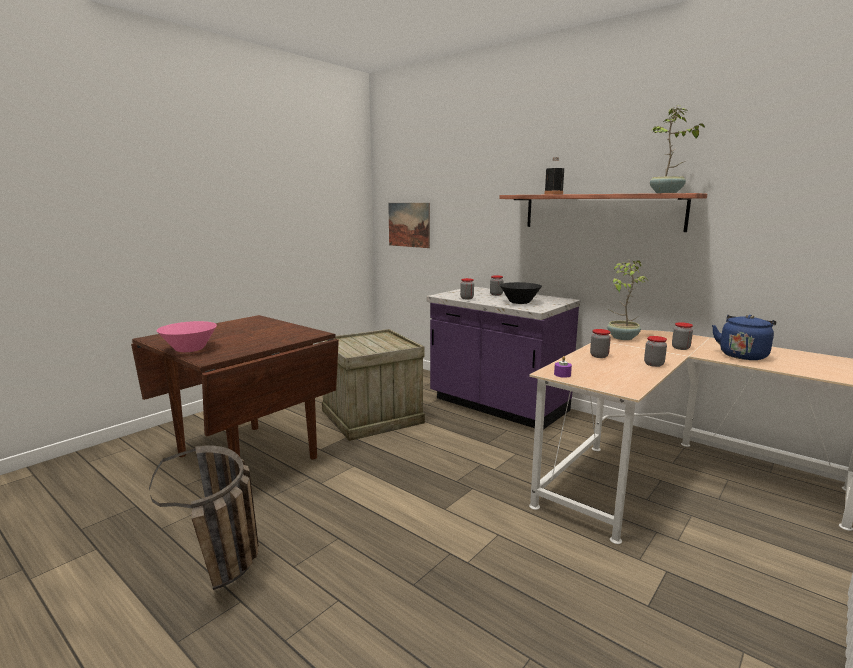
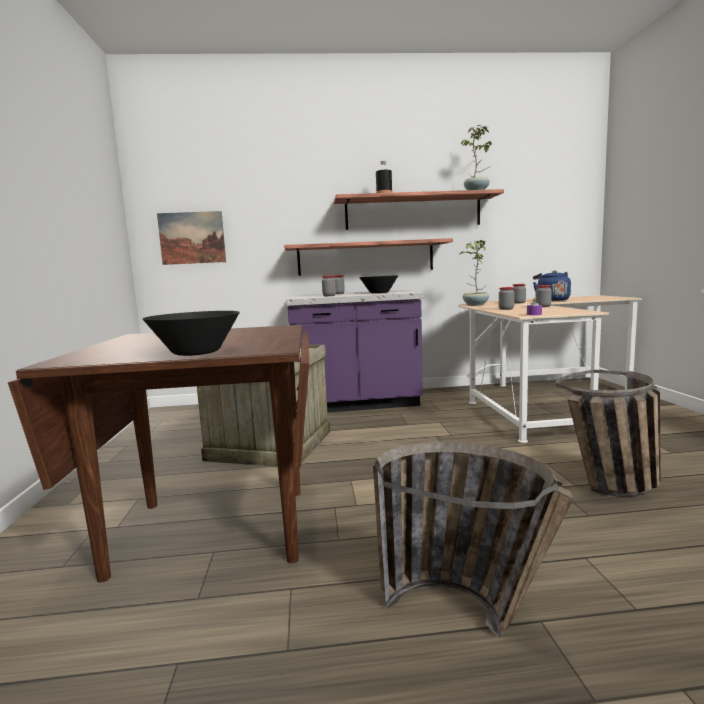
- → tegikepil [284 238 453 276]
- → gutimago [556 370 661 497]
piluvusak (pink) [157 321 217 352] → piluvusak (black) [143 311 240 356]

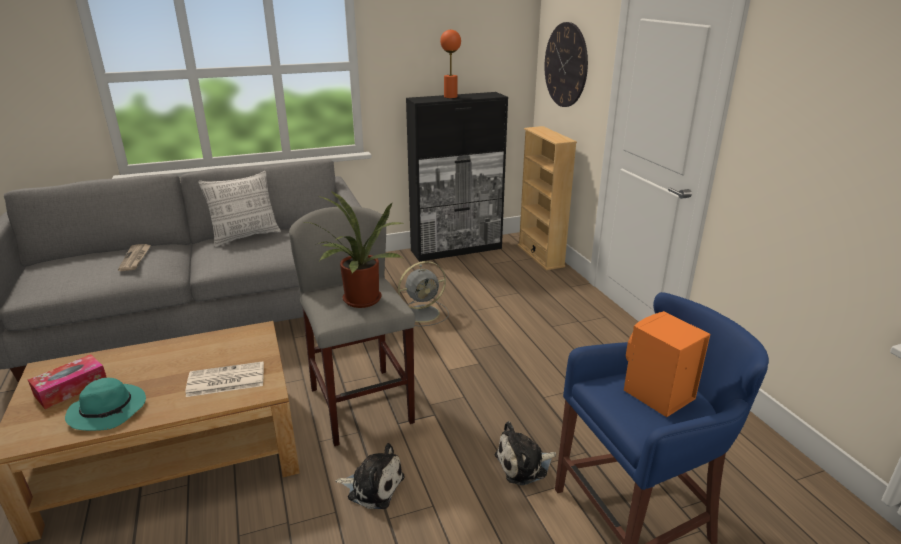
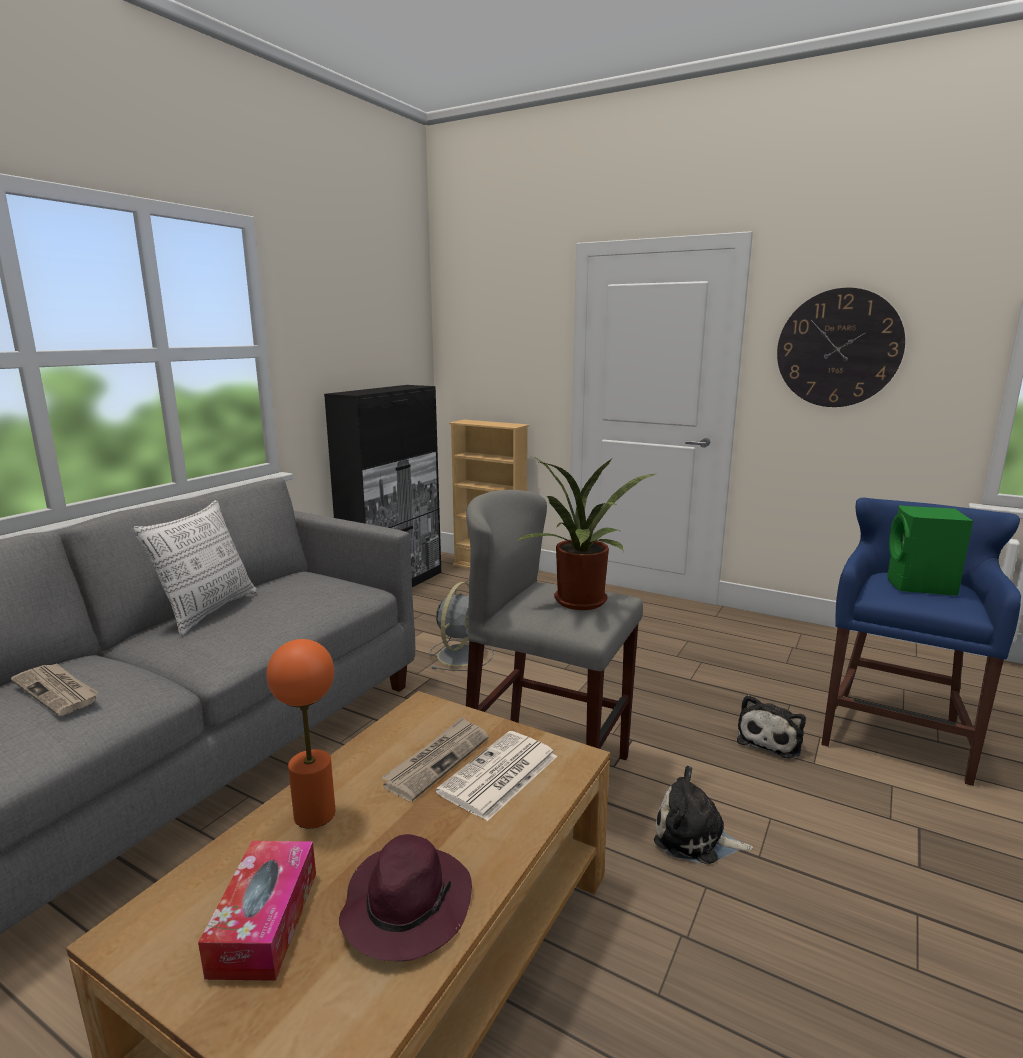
- → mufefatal [381 717 489 802]
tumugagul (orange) [440 30 461 98] → tumugagul (orange) [267 639 336 828], shifted
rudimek [545 22 588 107] → rudimek [777 288 905 407], shifted
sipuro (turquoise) [65 378 146 431] → sipuro (purple) [339 834 472 961]
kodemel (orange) [624 311 710 417] → kodemel (green) [887 505 973 596]
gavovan [335 443 404 509] → gavovan [654 766 753 864], 135 degrees counterclockwise

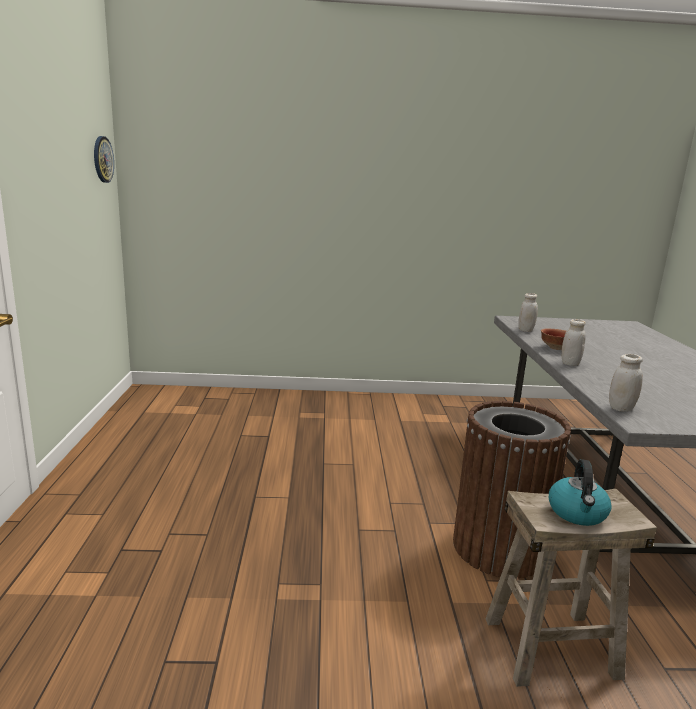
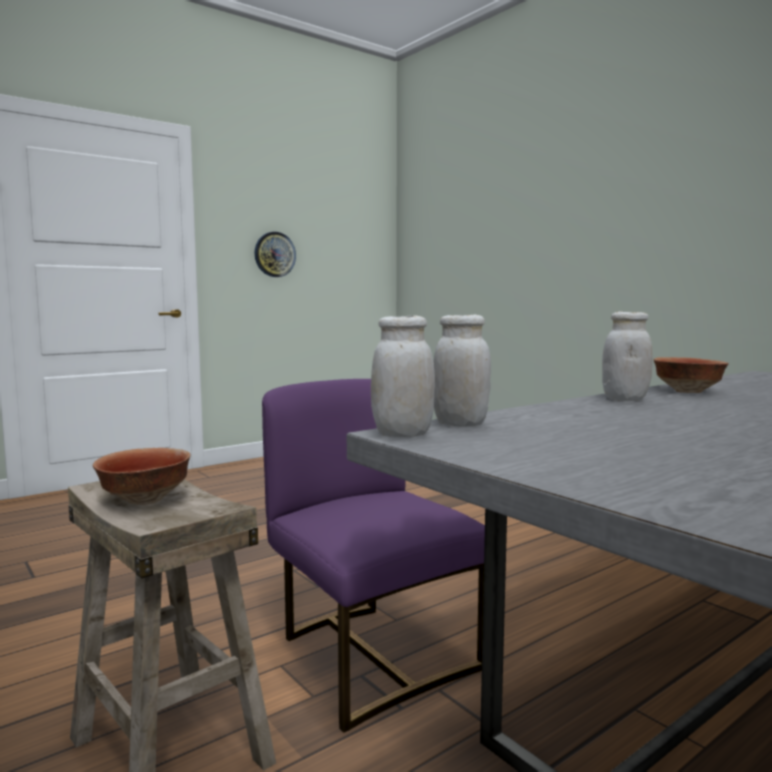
rudimek [94 136 114 183] → rudimek [255 232 296 277], shifted
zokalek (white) [518 293 538 332] → zokalek (white) [371 316 435 437], shifted
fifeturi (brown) [453 401 571 578] → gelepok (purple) [262 379 485 733]
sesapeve [549 459 612 526] → piluvusak [93 448 191 505]

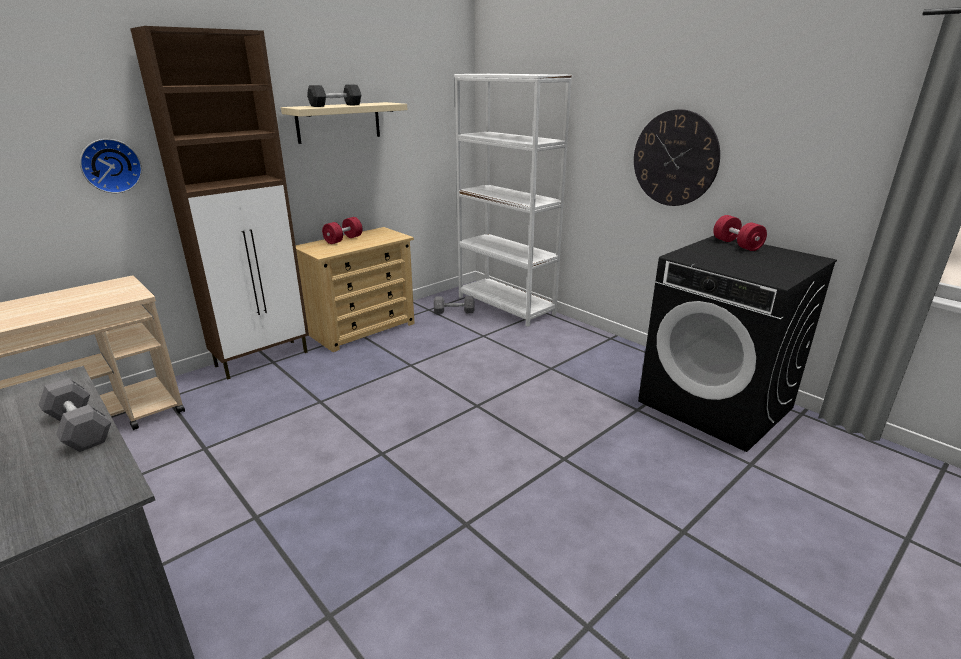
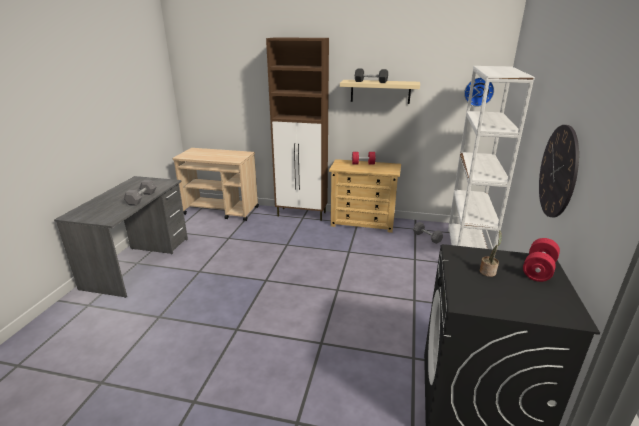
- → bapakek [480 231 502 277]
rudimek [80 139 142 193] → rudimek [464 77 494 107], shifted

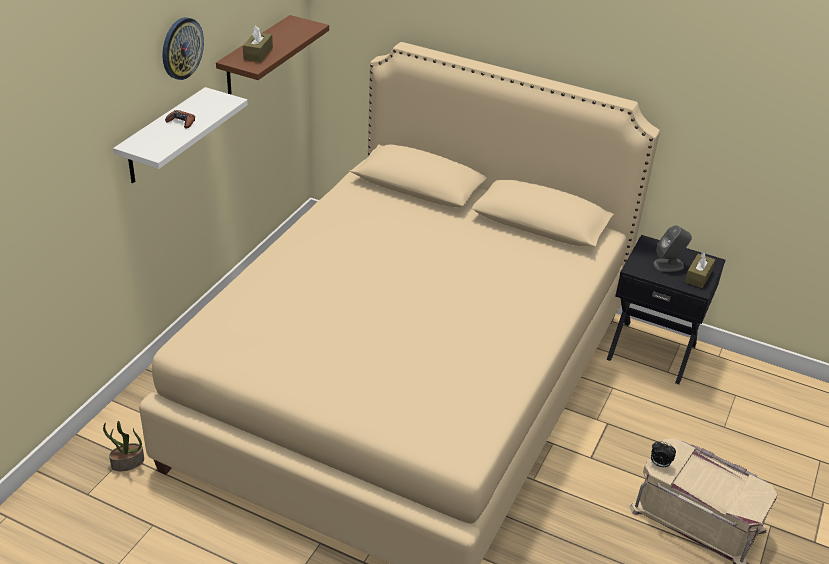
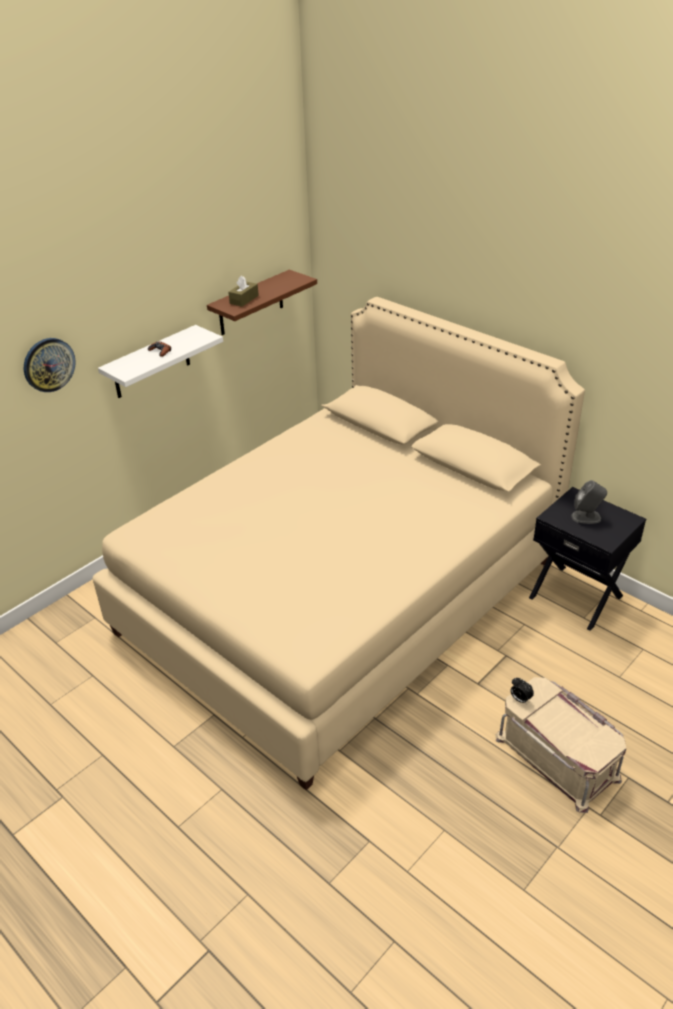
bapakek [103 421 144 471] → -
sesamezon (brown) [685 252 715 288] → -
rudimek [162 17 204 80] → rudimek [24 338 76 392], shifted

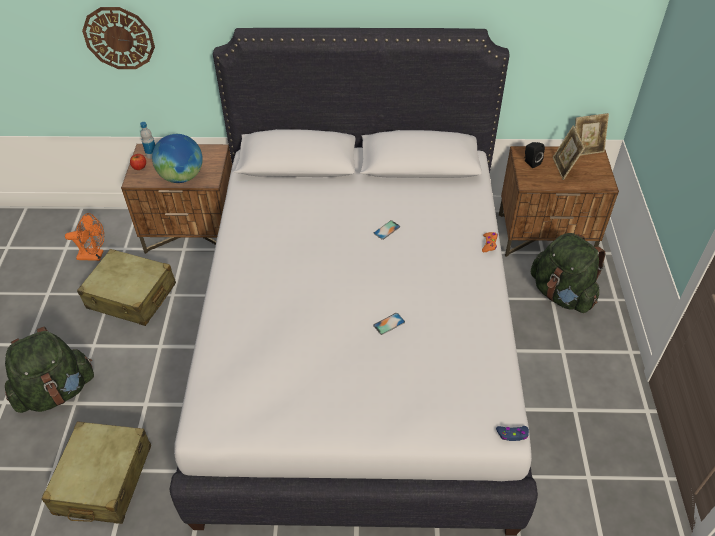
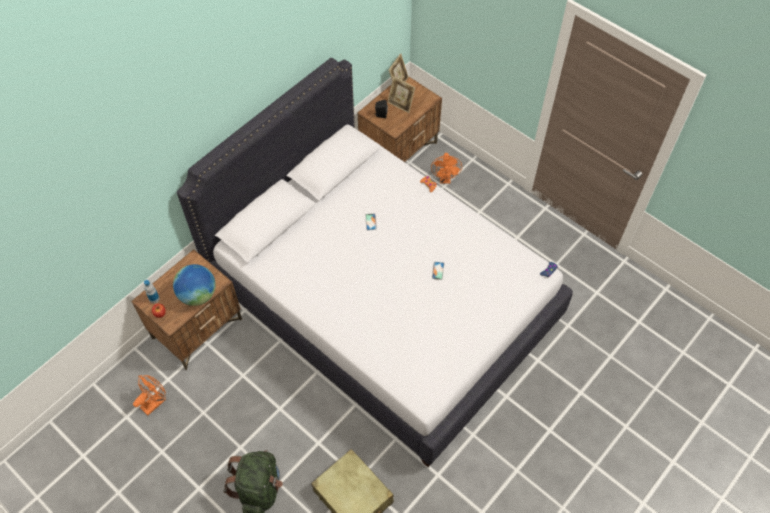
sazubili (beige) [77 249 176 326] → -
rudimek [82 7 155 69] → -
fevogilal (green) [531 233 606 313] → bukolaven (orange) [431 153 462 184]

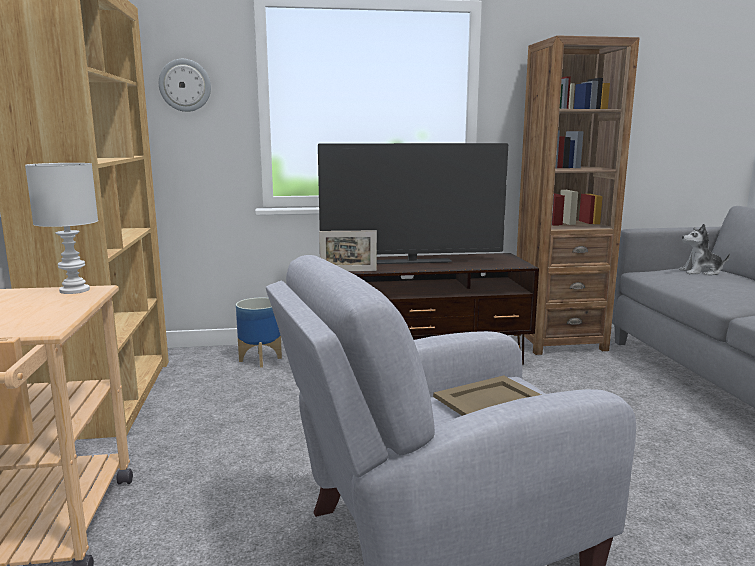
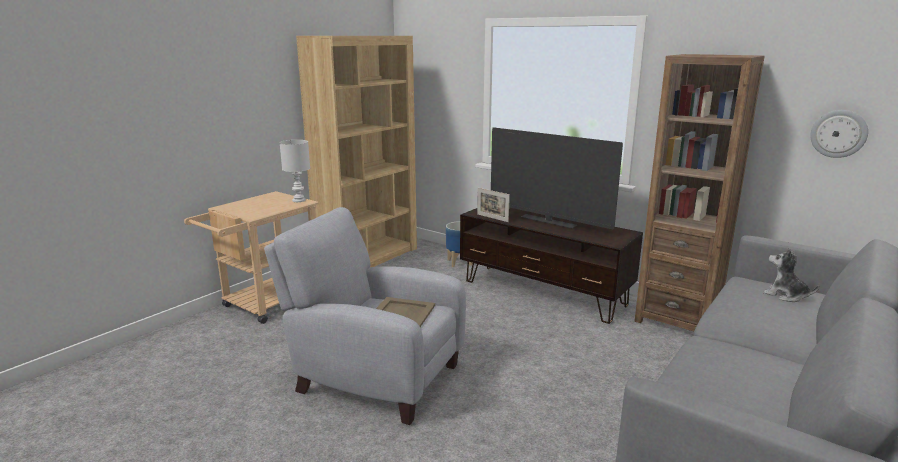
rudimek [159 59 211 112] → rudimek [810 110 868 158], shifted

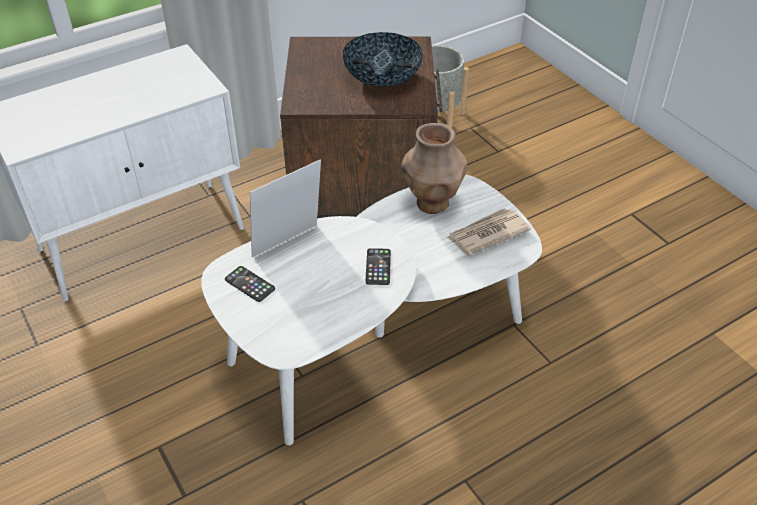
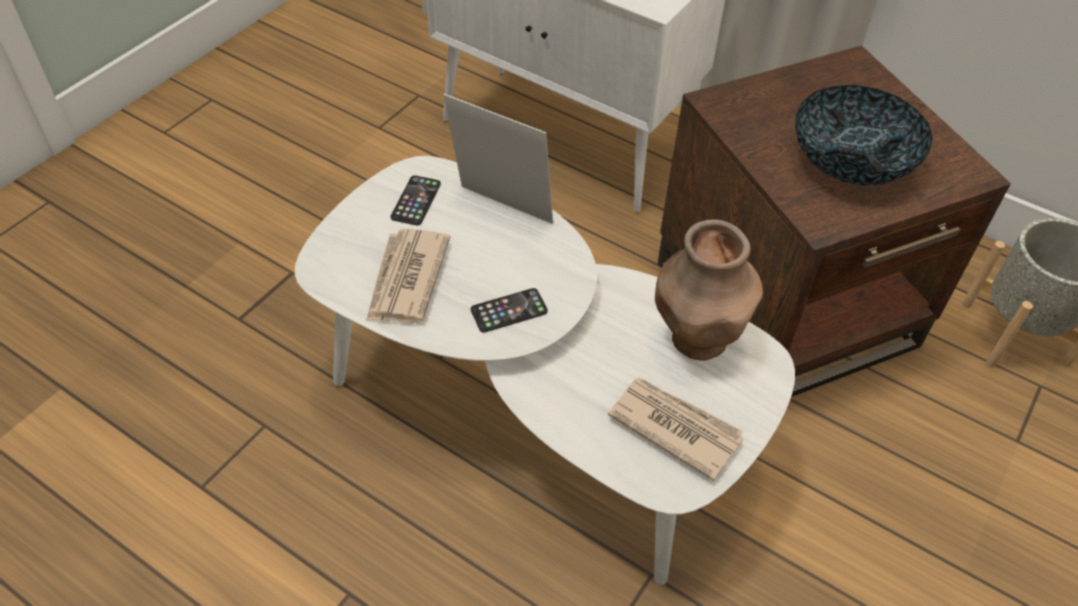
- → mufefatal [366 229 450 323]

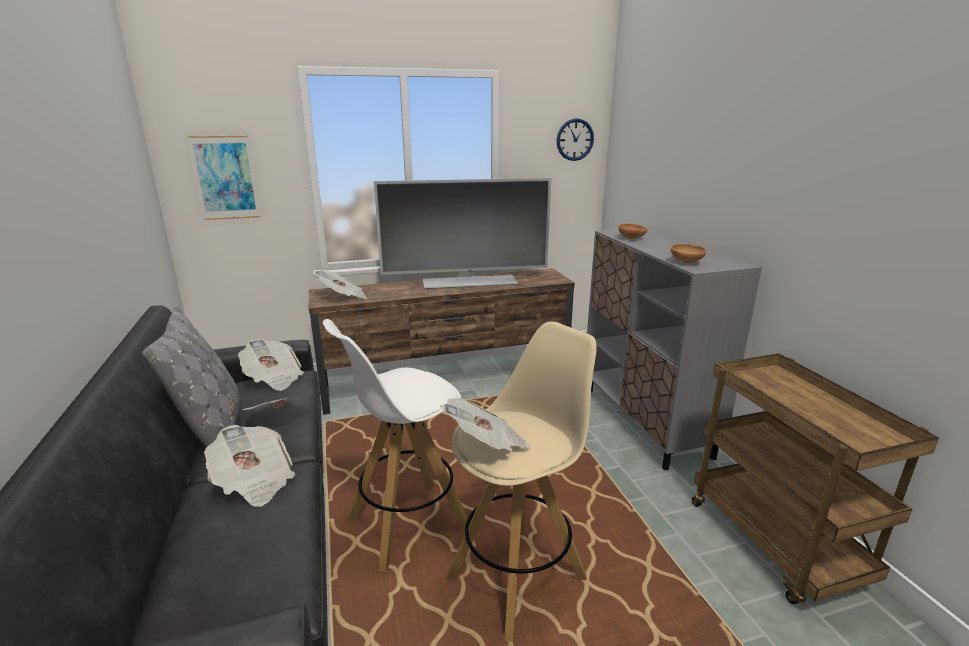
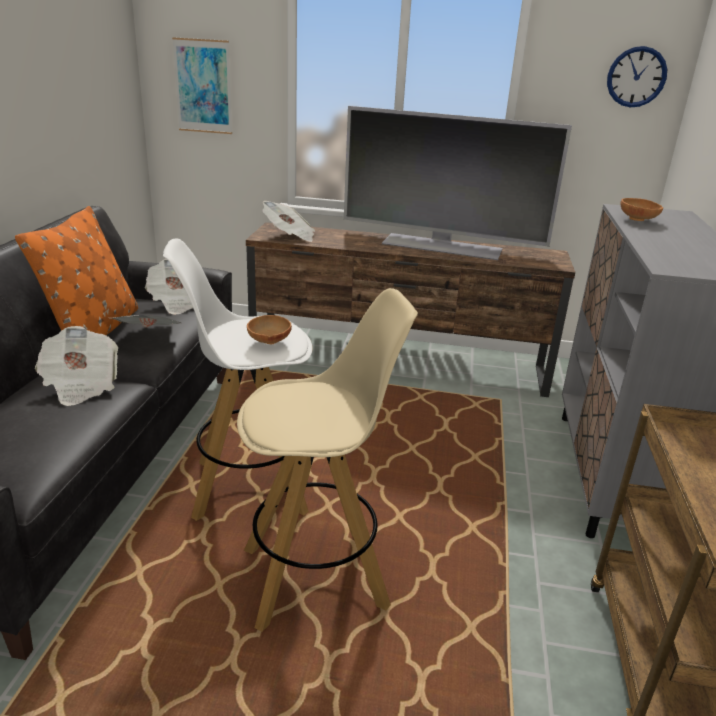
mufefatal [440 398 531 451] → -
piluvusak (brown) [671 244 706 263] → piluvusak (brown) [247 315 292 344], shifted
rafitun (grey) [142 306 240 447] → rafitun (orange) [15 206 138 335]

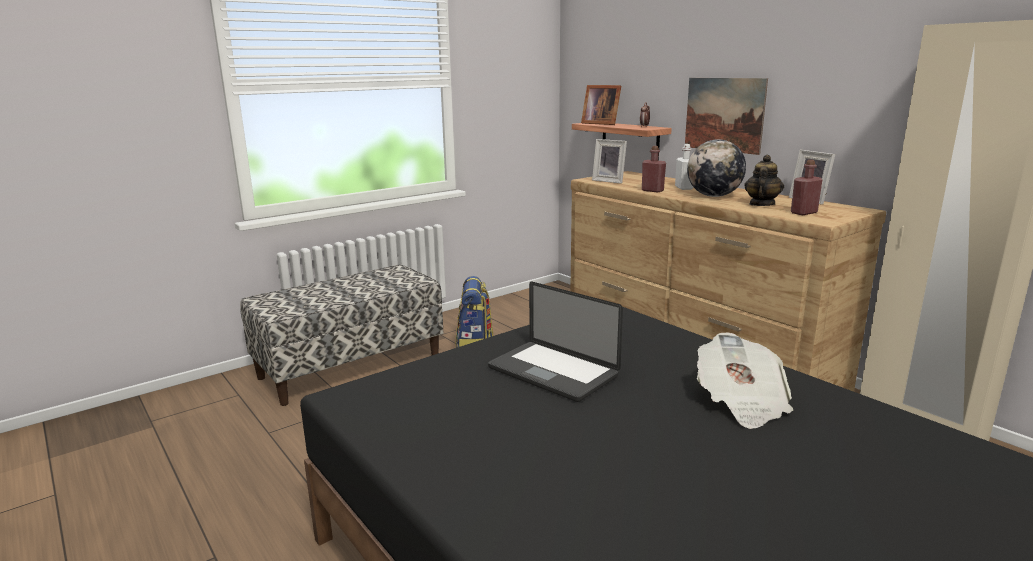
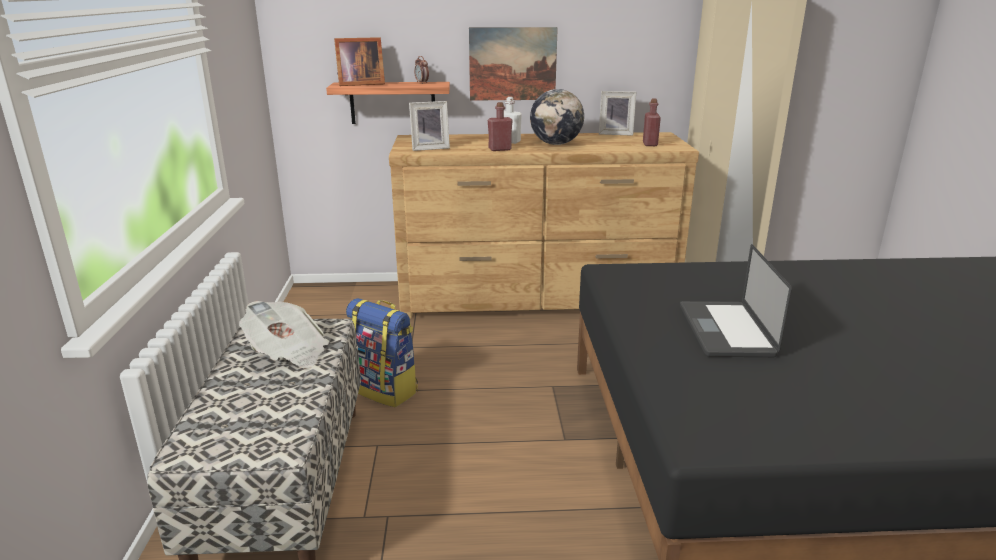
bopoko [744 155 784 206] → -
mufefatal [697 332 793 429] → mufefatal [239 301 329 369], shifted
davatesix [488 282 623 402] → davatesix [680 244 792 357], 105 degrees clockwise

